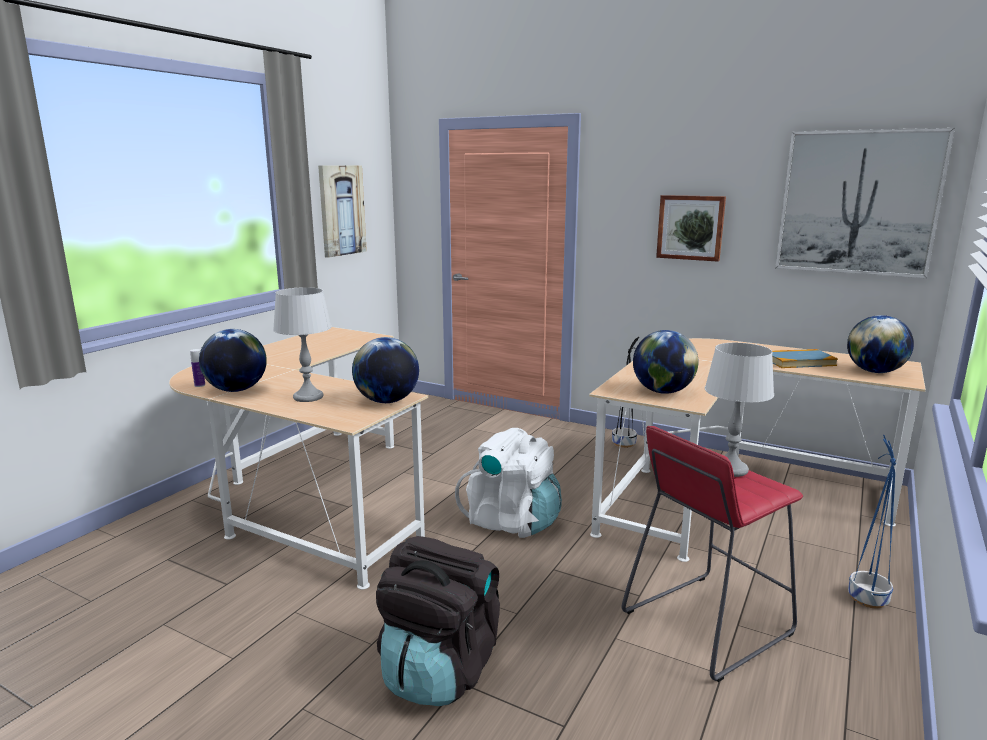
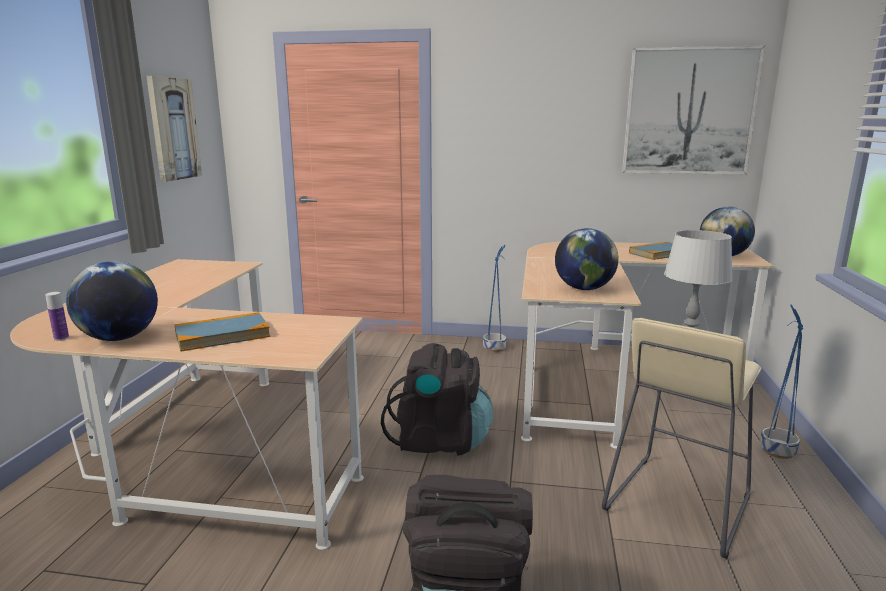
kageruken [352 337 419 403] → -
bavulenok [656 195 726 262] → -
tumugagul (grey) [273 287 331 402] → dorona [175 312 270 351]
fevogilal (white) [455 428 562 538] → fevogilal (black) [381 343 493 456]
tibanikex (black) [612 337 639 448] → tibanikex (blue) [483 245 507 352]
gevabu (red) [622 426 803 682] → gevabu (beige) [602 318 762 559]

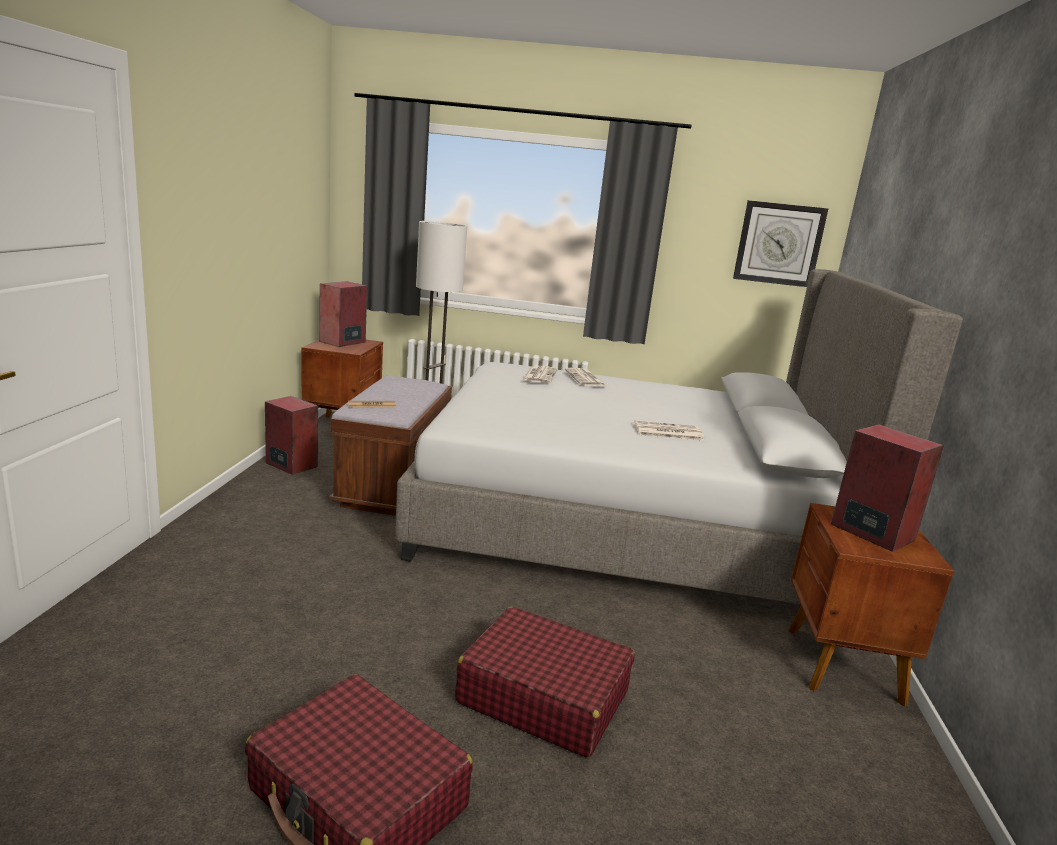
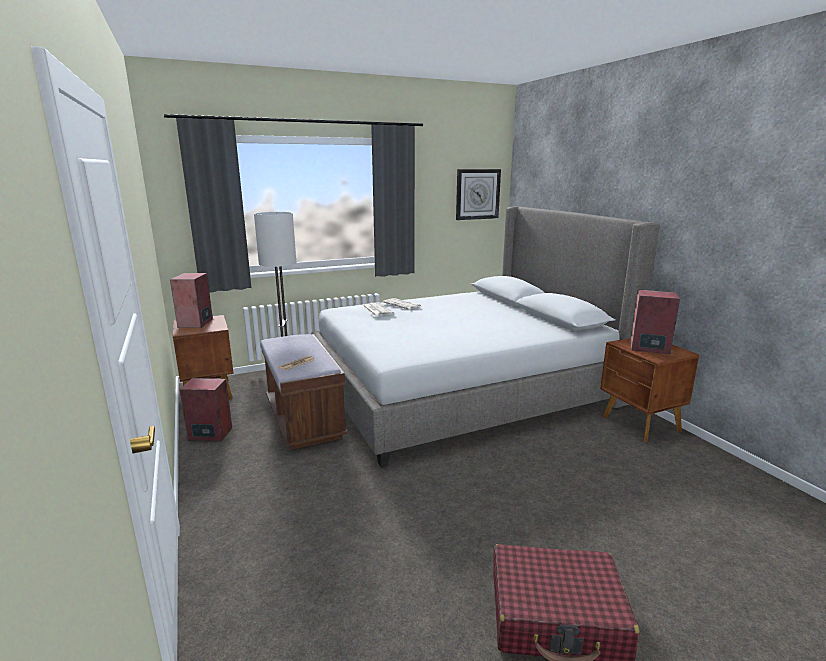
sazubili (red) [455 606 635 758] → -
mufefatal [634 421 704 440] → -

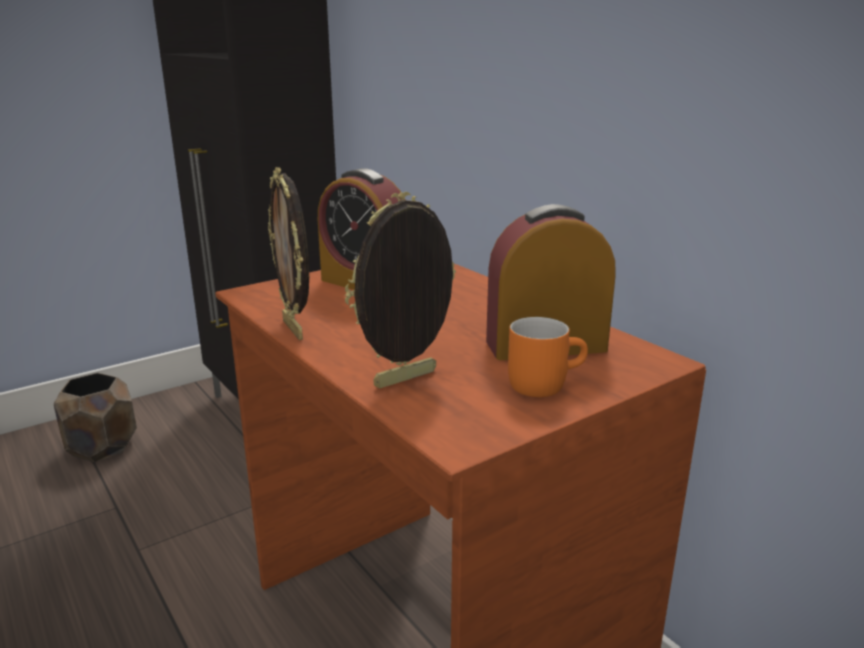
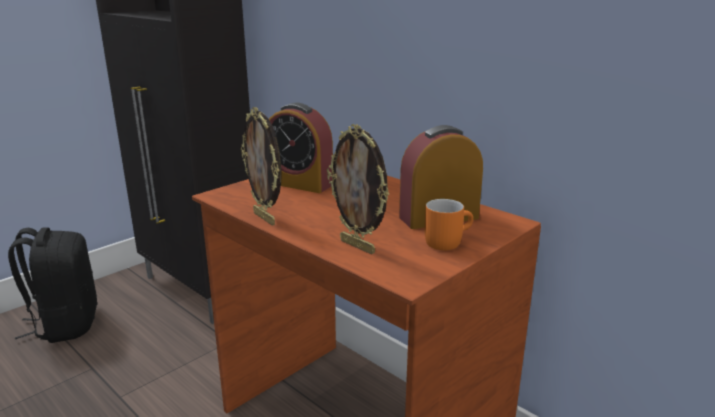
tibanikex (brown) [54 373 137 462] → fevogilal (black) [8 227 98 343]
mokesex [345 192 456 389] → mokesex [327 124 389 254], 90 degrees counterclockwise

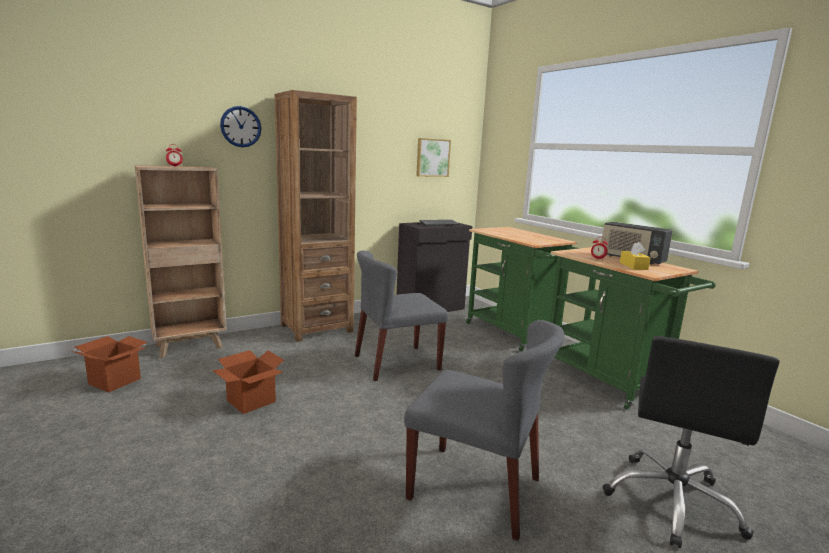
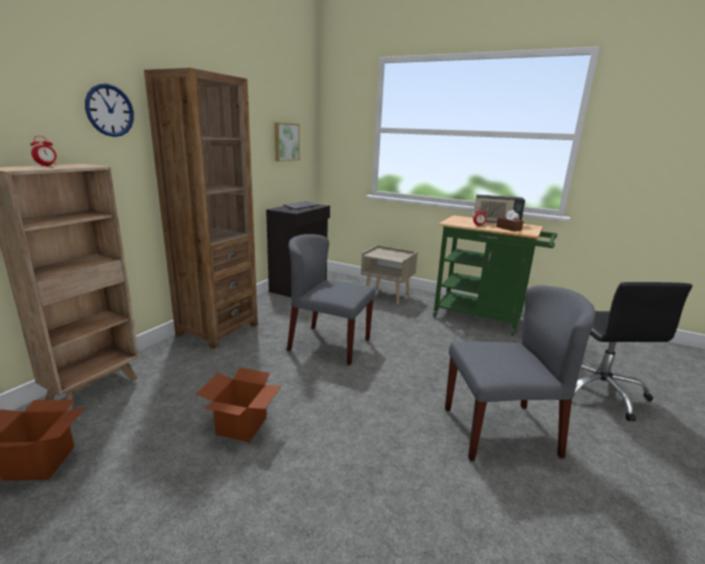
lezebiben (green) [466 227 579 351] → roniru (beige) [361 245 418 304]
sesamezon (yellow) [620 242 650 270] → sesamezon (brown) [496 210 524 231]
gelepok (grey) [355 251 448 381] → gelepok (grey) [287 234 375 365], 75 degrees clockwise

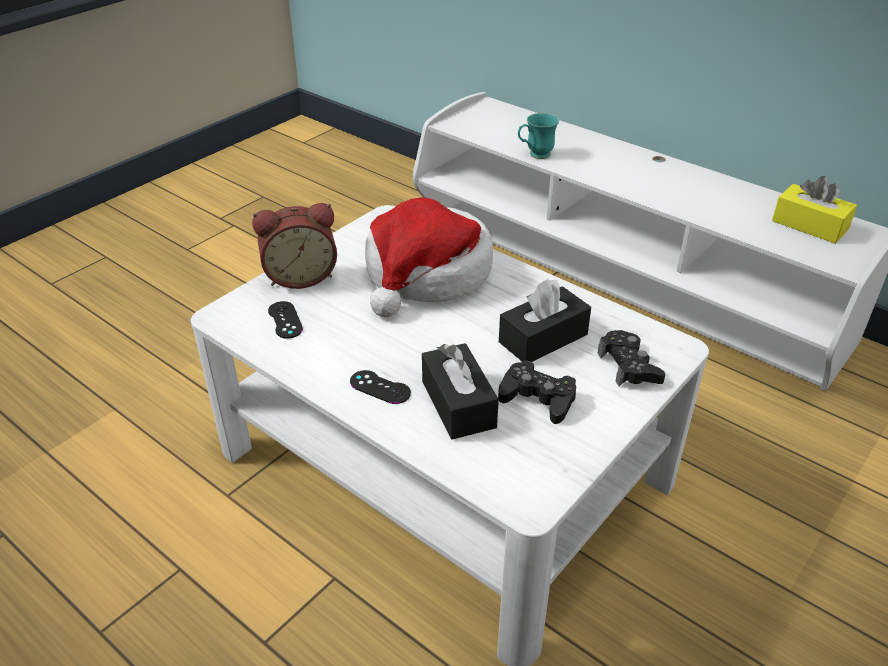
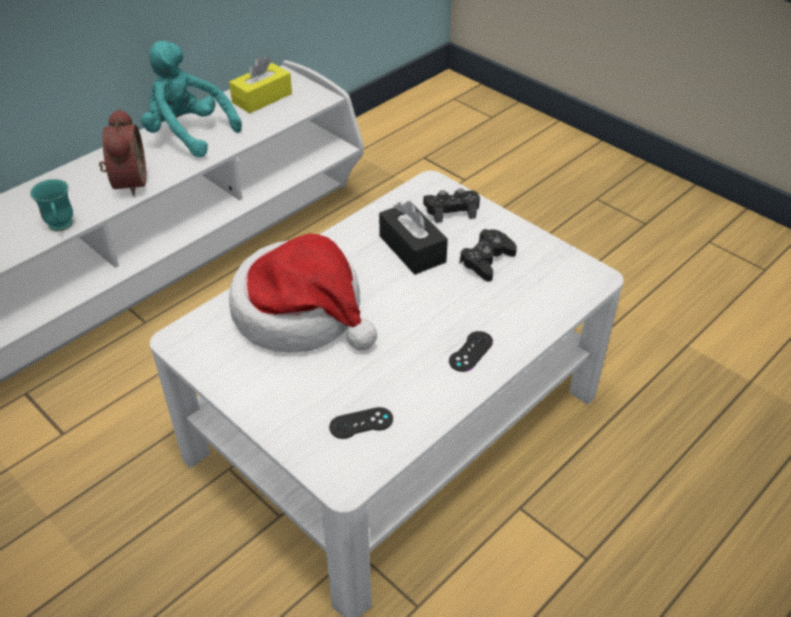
sesamezon (black) [422 343 499 440] → -
- → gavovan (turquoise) [141 41 242 157]
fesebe [252 203 337 289] → fesebe [99 109 146 197], shifted

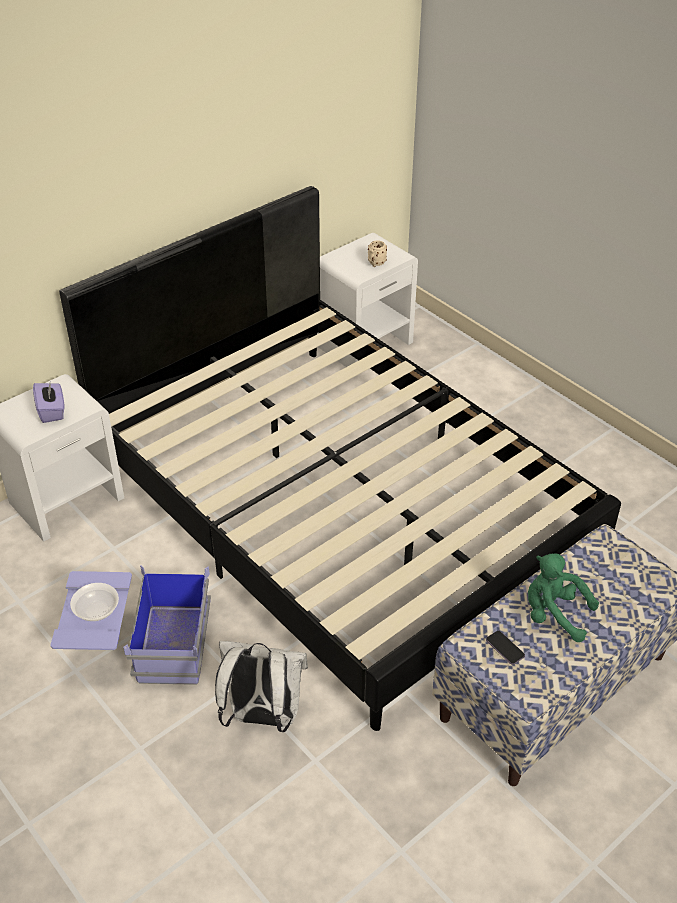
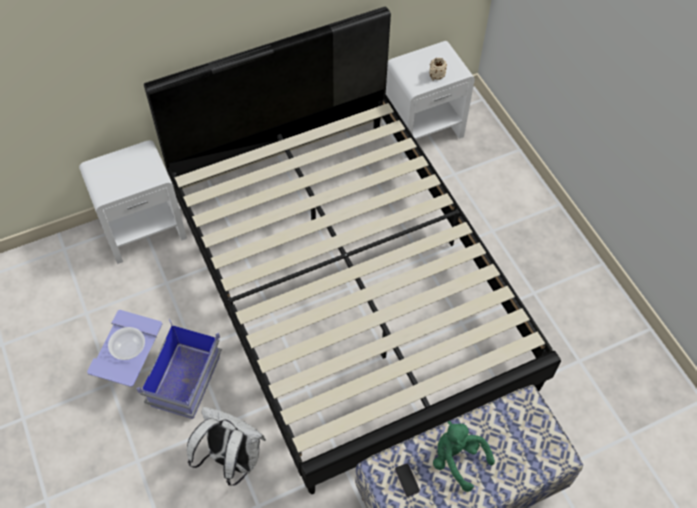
sesamezon (purple) [33 383 64 423] → -

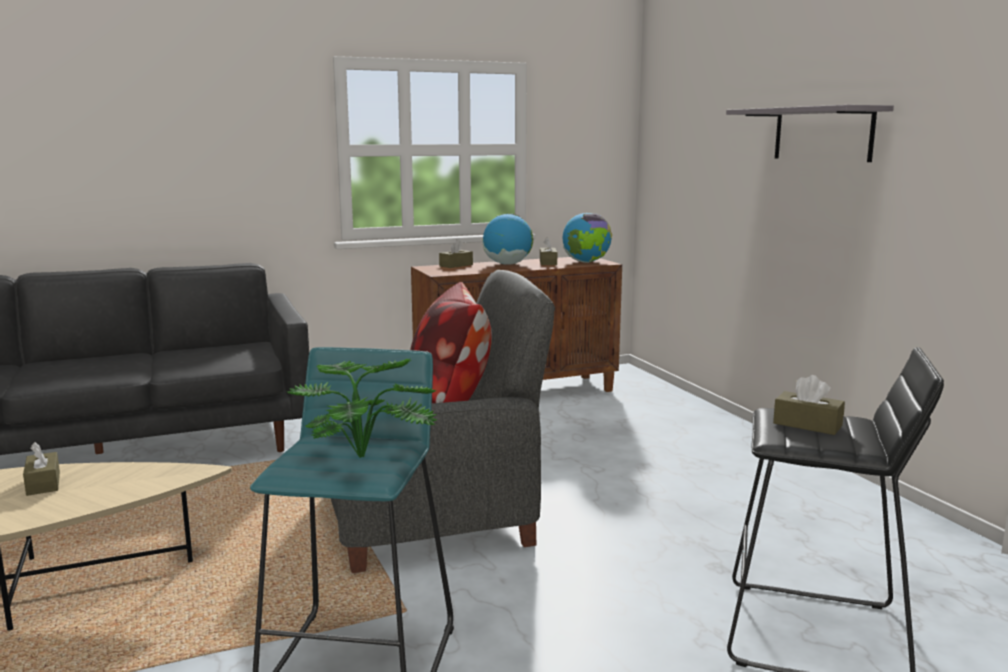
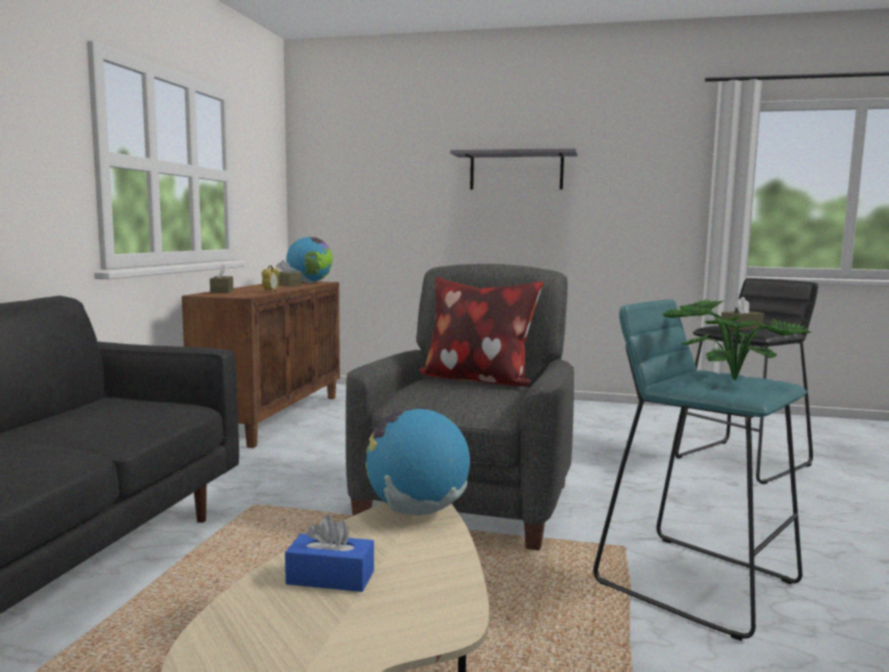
- → fesebe [261 265 279 292]
kageruken [482 214 533 265] → kageruken [365 407 470 515], shifted
sesamezon (brown) [23 442 60 496] → sesamezon (blue) [285 515 374 592]

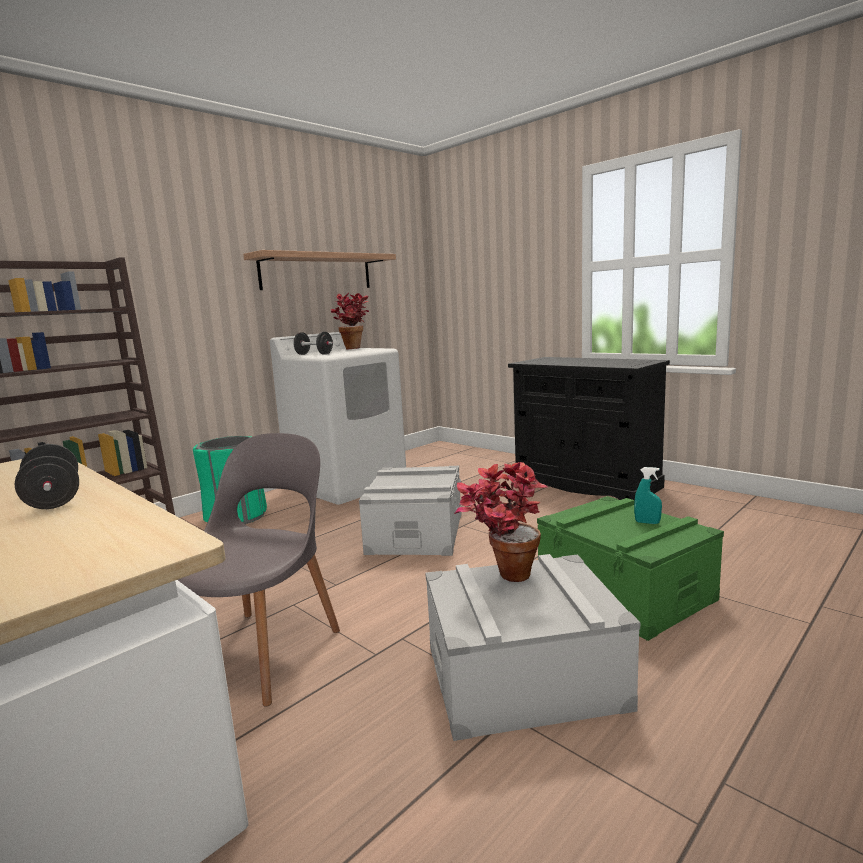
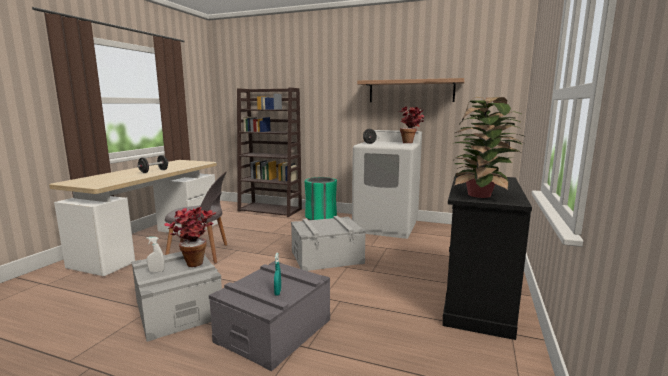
- → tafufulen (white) [146 237 165 272]
- → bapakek [452 97 524 198]
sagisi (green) [537 496 724 641] → sagisi (grey) [209 261 330 371]

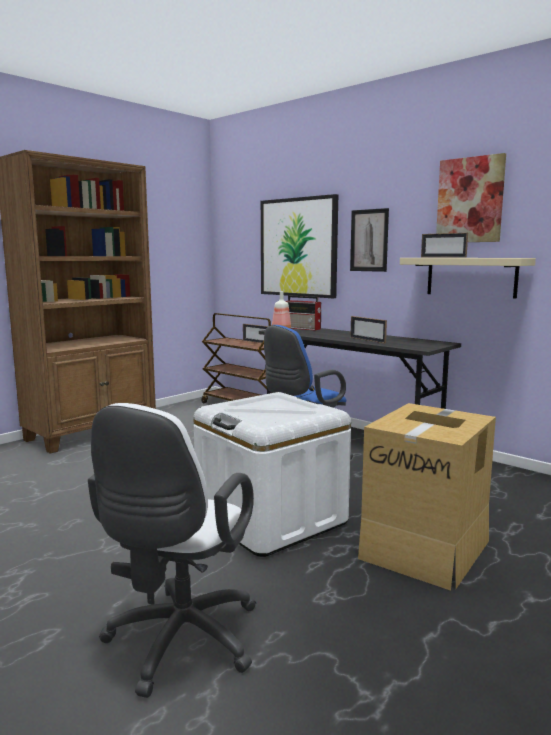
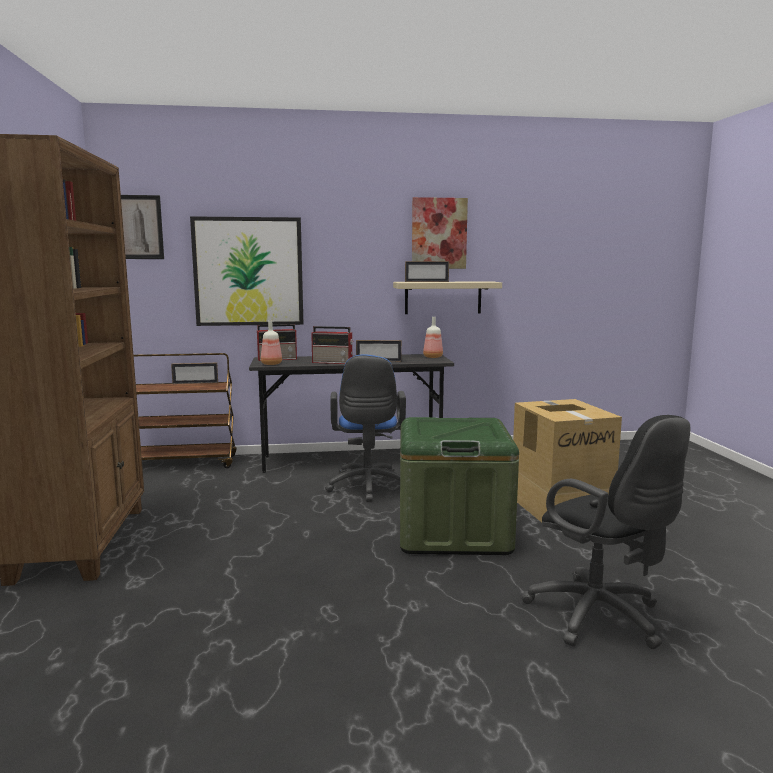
- → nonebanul [311 326 354 364]
- → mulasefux [423 317 443 358]
bavulenok [350 208 389 272] → bavulenok [121 195 164 259], shifted
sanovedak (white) [88 403 256 698] → sanovedak (black) [522 415 690 649]
sagisi (white) [193 392 351 557] → sagisi (green) [400 417 519 555]

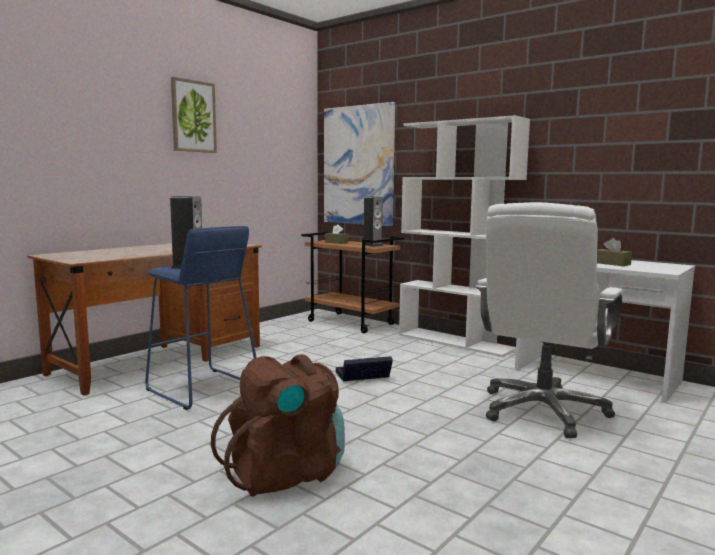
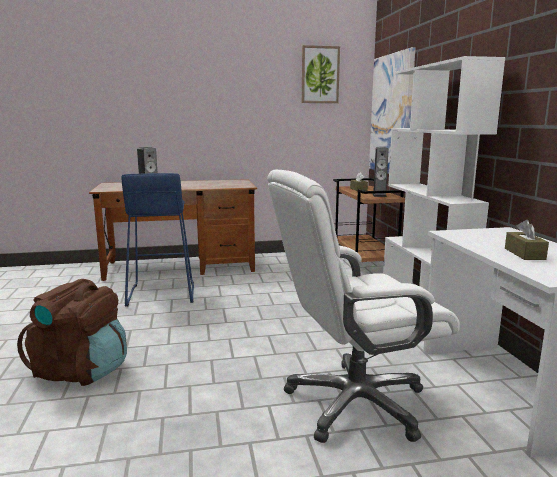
sagisi (black) [336 356 393 381] → -
bavulenok [171 77 217 153] → bavulenok [302 45 340 103], shifted

